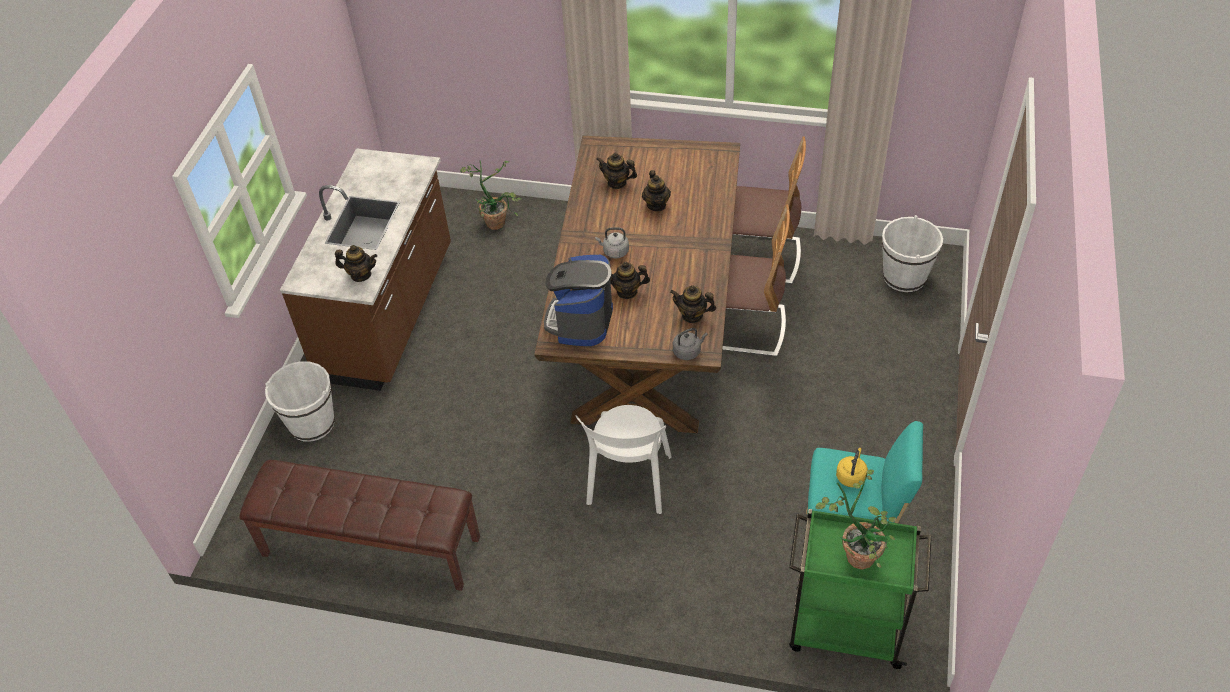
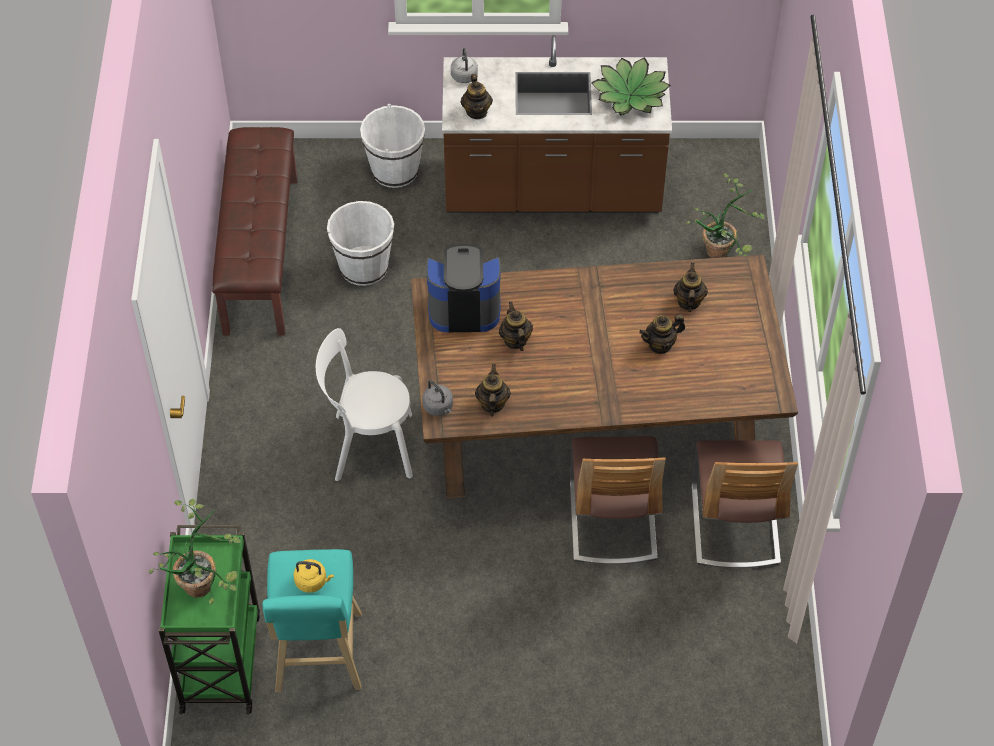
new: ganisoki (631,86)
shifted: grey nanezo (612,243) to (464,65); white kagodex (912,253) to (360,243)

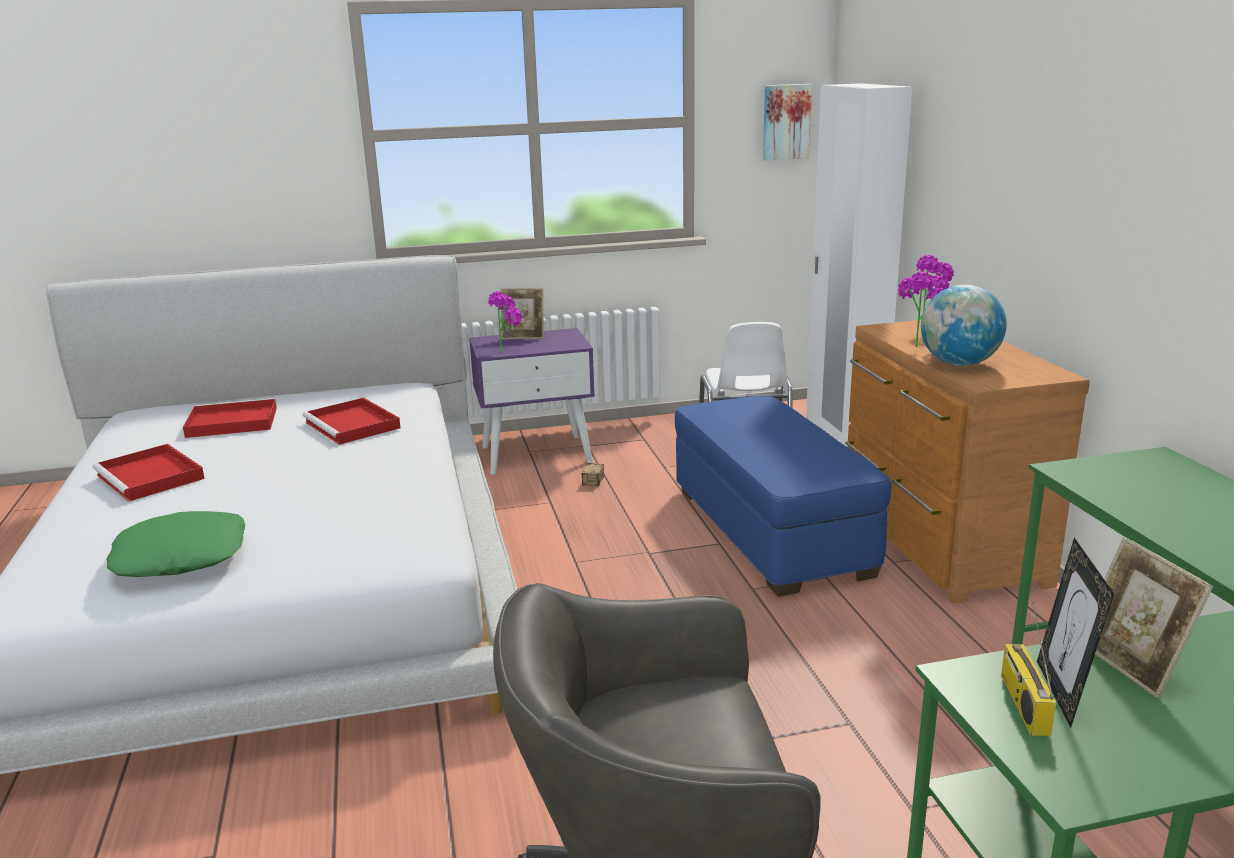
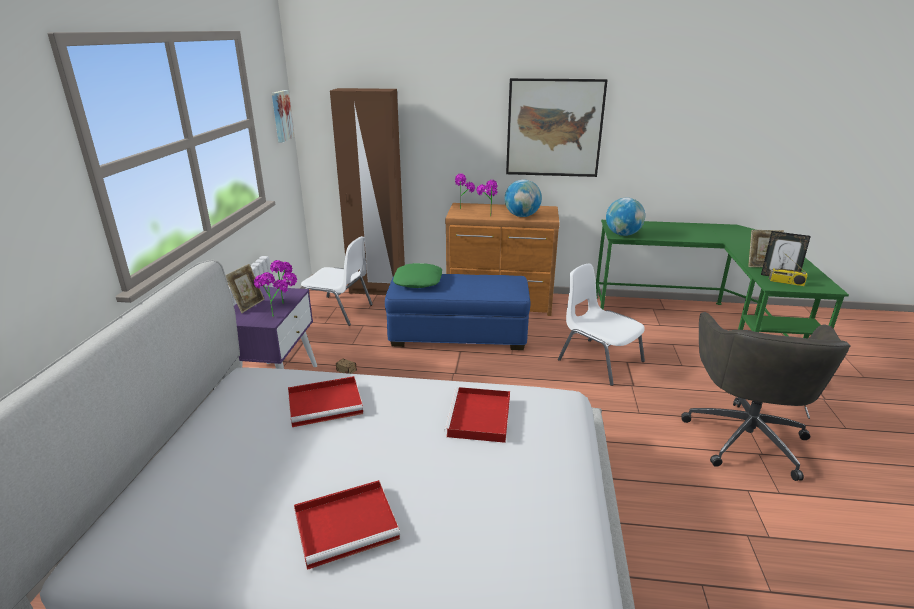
new: ganisoki (283,282); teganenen (557,127); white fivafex (601,325); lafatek (625,217)
shifted: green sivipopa (175,544) to (417,275); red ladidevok (230,418) to (477,415)
repainted: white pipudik (859,264) to brown pipudik (367,191)

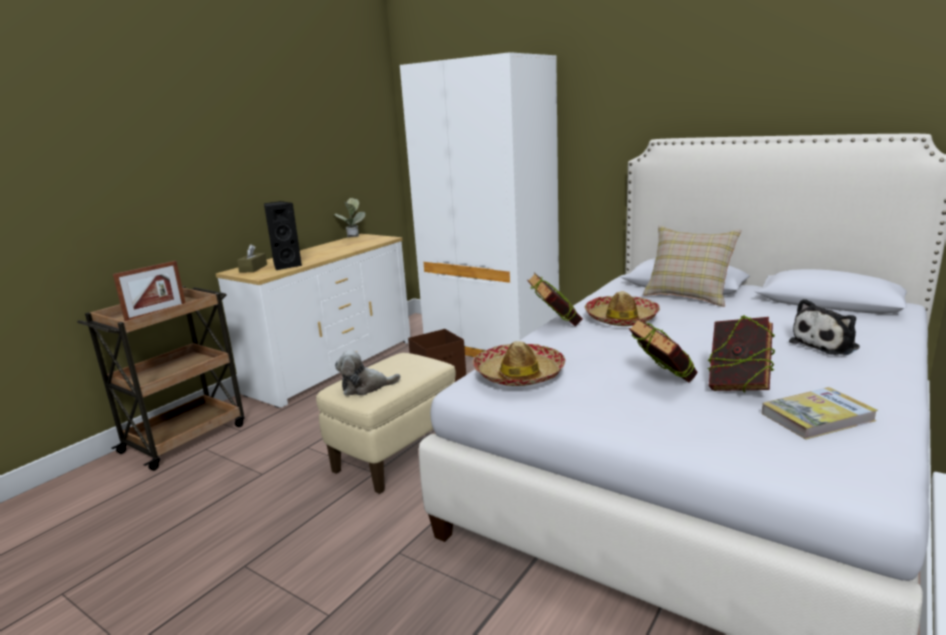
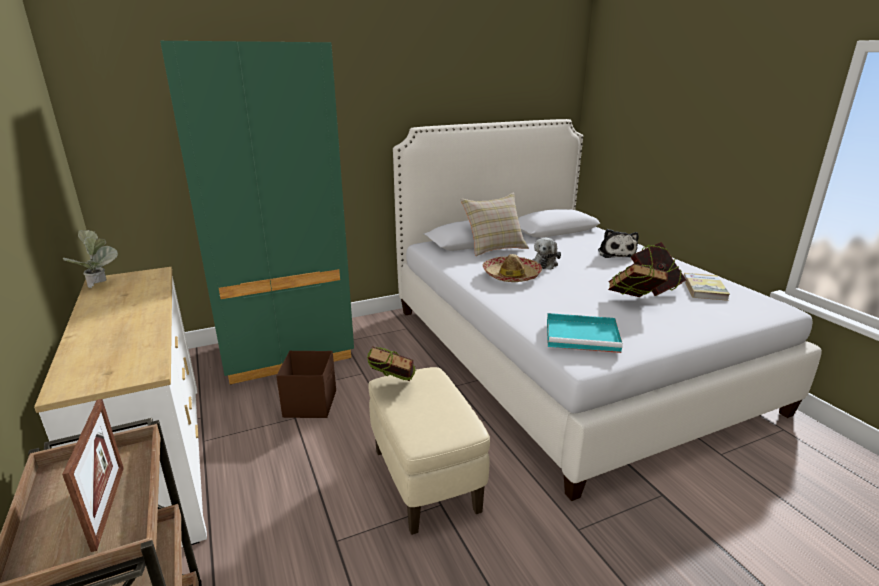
gone: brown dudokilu (252,258); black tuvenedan (283,235)
shifted: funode (368,373) to (546,253); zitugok (555,299) to (391,363)
swapped: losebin (519,363) to turquoise ladidevok (585,333)
repainted: white pipudik (479,204) to green pipudik (257,213)

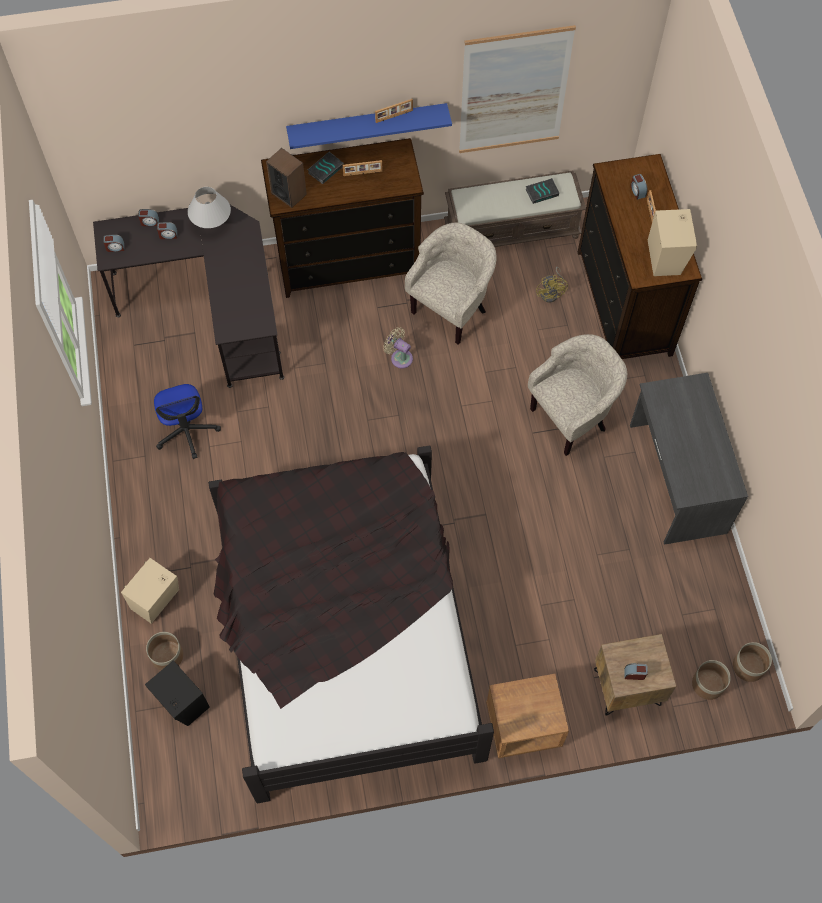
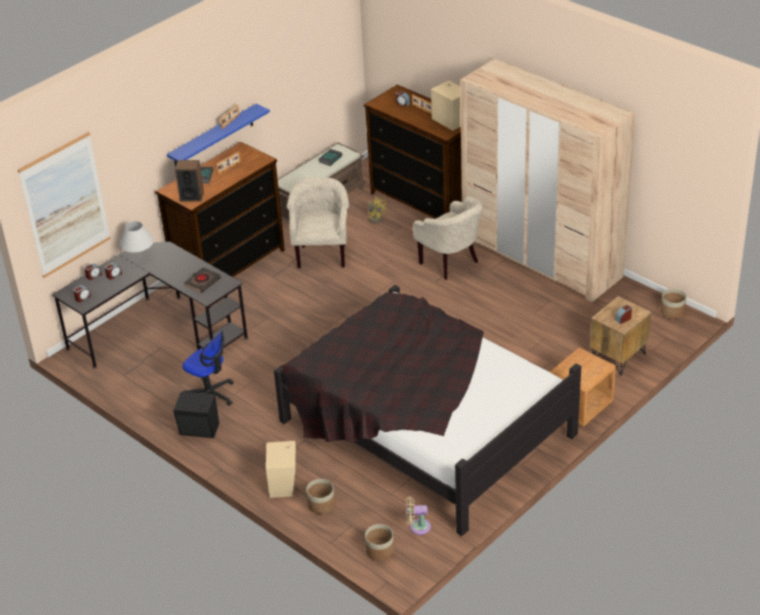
new: black zitugok (202,280)
shifted: black tuvenedan (177,693) to (196,414); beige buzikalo (398,347) to (418,516); teganenen (517,89) to (64,205); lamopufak (711,680) to (379,542)
swapped: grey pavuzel (689,459) to beige pipudik (547,180)
rotated: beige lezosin (577,395) = (448,238) 120 degrees clockwise

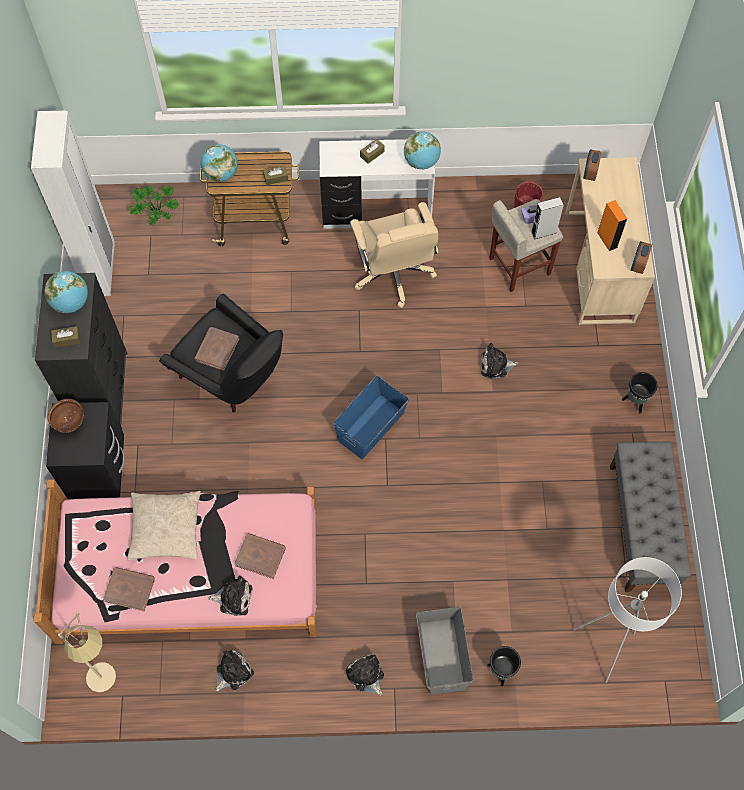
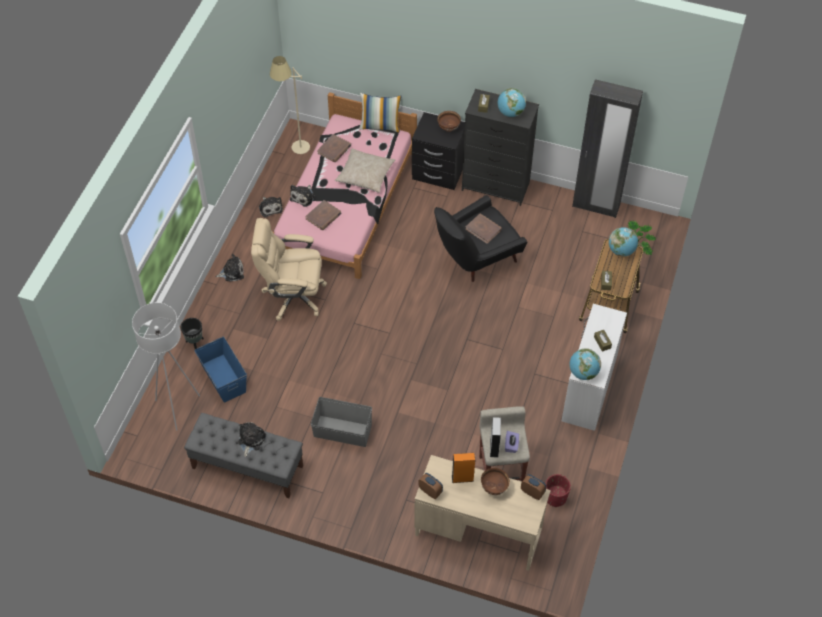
gone: black lamopufak (639,393)
new: sivipopa (380,112); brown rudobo (495,481)
shifted: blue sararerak (371,417) to (221,370); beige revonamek (394,255) to (289,269); grey sararerak (444,651) to (341,422); funode (499,361) to (252,439)
repainted: white pipudik (73,203) to black pipudik (607,148)

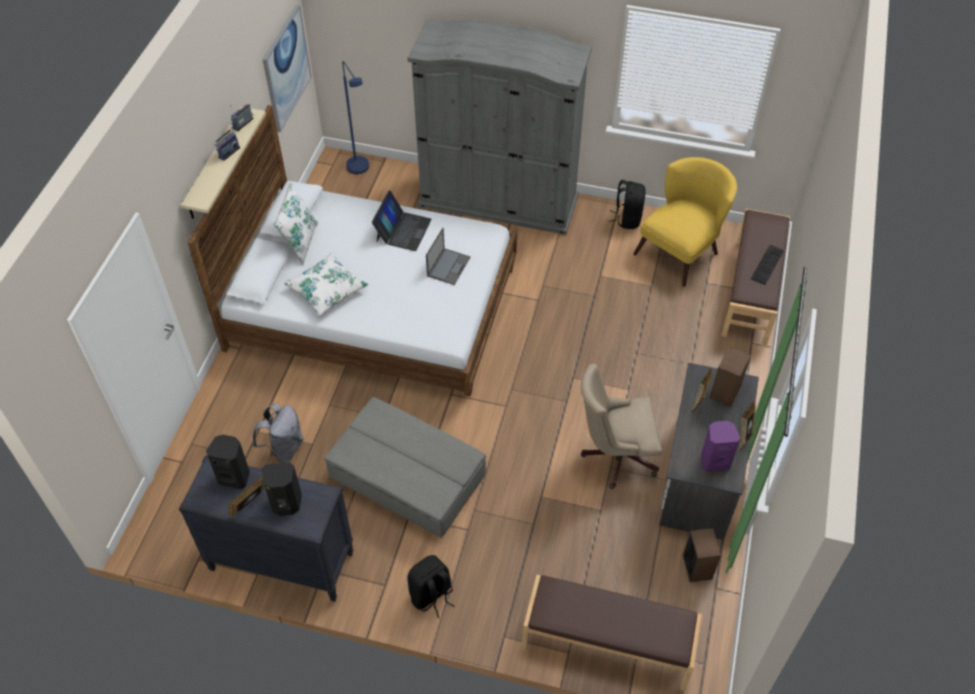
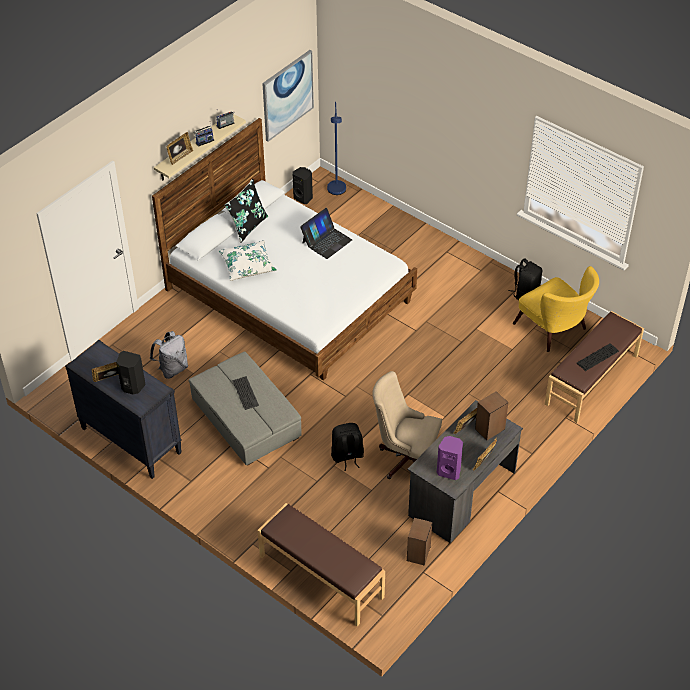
gone: grey pipudik (500,127); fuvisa (448,256)
new: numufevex (180,148); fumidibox (245,393)
shifted: black tuvenedan (228,462) to (302,185); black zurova (431,586) to (347,447)
repainted: white sivipopa (296,223) to black sivipopa (246,211)
rotated: yellow lezosin (685,222) = (556,309) 75 degrees clockwise

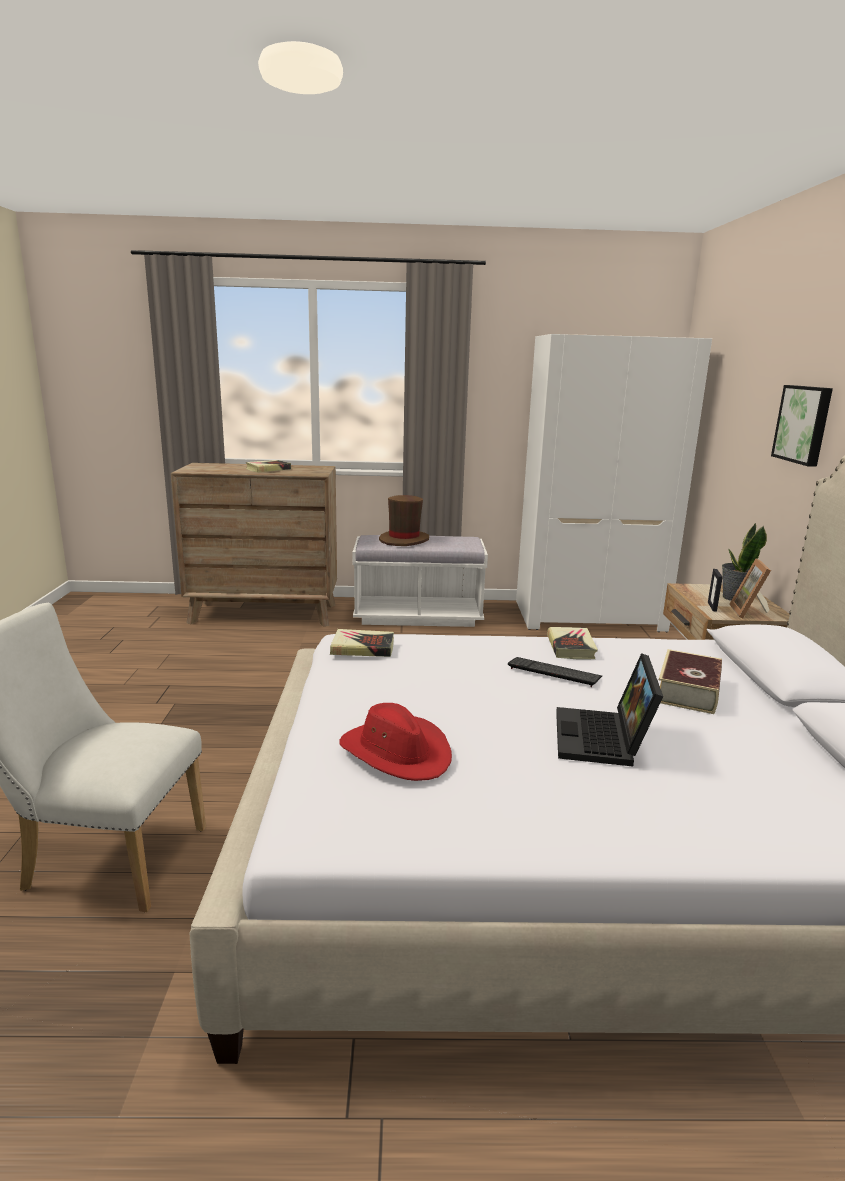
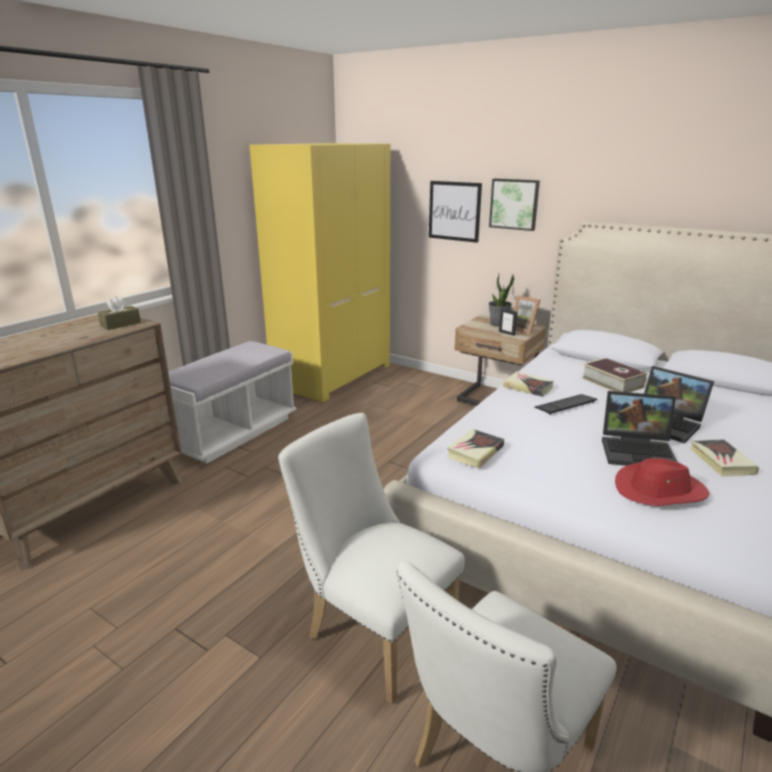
gone: brown losebin (404,520)
new: brown dudokilu (119,313); white fivafex (371,558); teganenen (455,212); fuvisa (639,428)
shifted: zitugok (268,466) to (724,457)
repainted: white pipudik (614,483) to yellow pipudik (319,273)

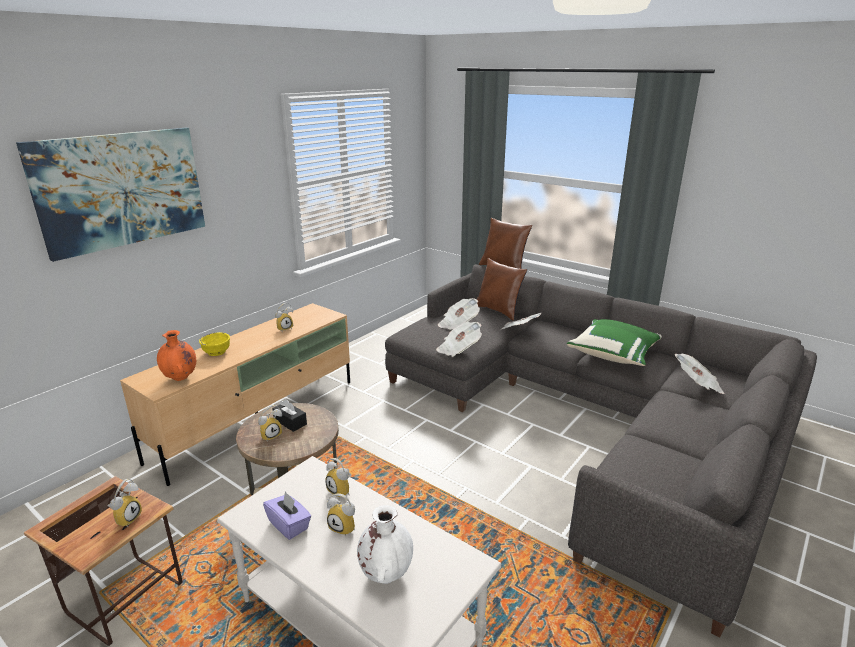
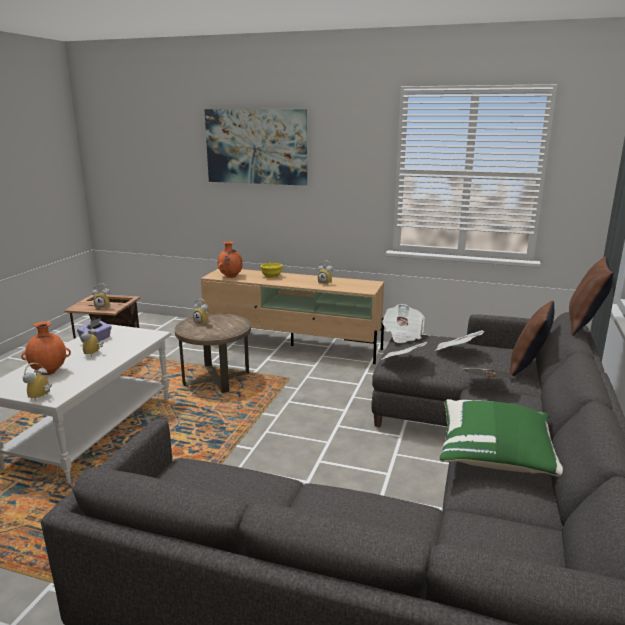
gone: black dudokilu (289,415)
shifted: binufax (338,478) to (37,382); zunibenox (700,373) to (403,323)
repainted: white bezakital (385,544) to orange bezakital (46,348)

